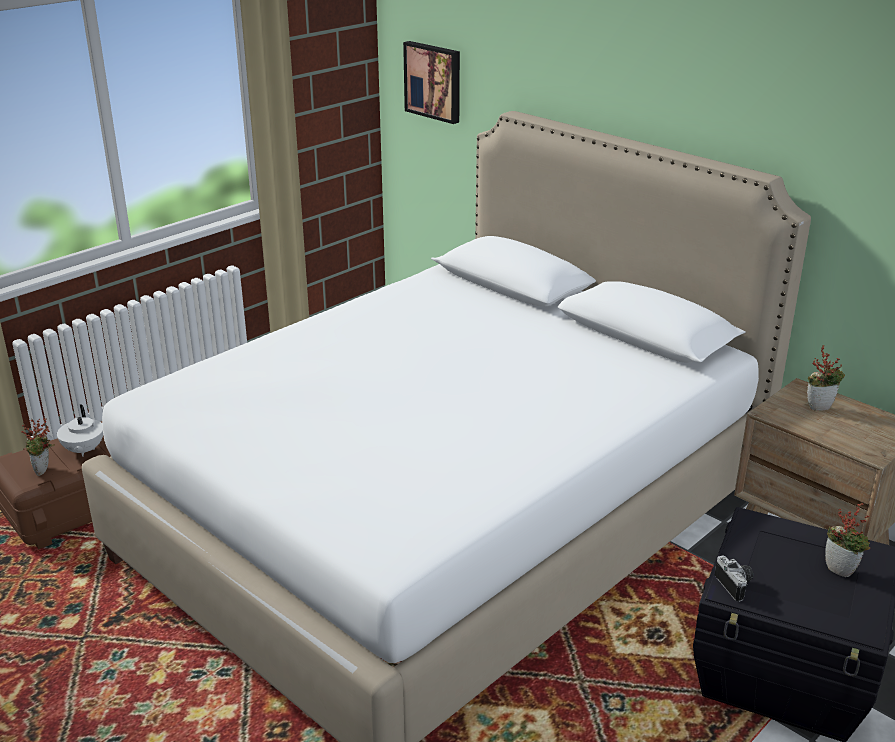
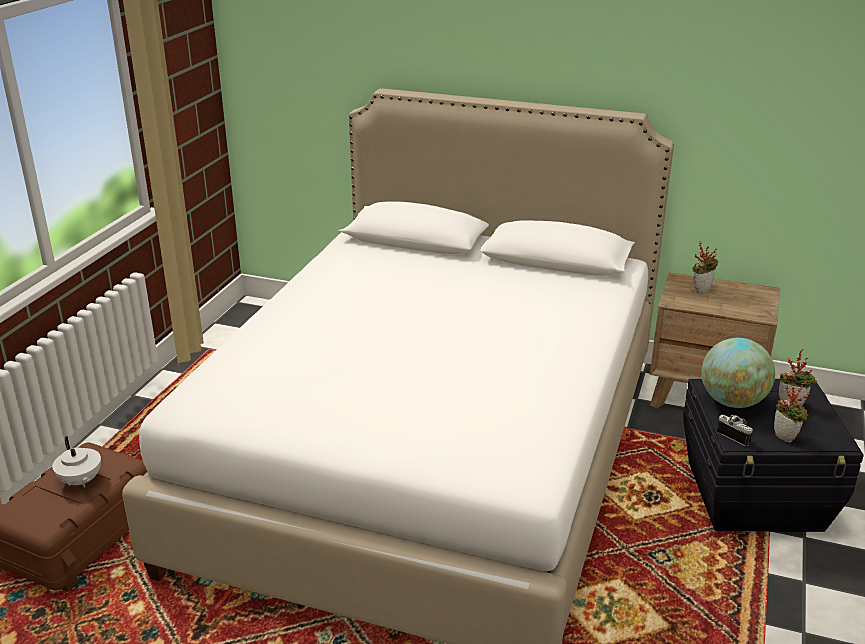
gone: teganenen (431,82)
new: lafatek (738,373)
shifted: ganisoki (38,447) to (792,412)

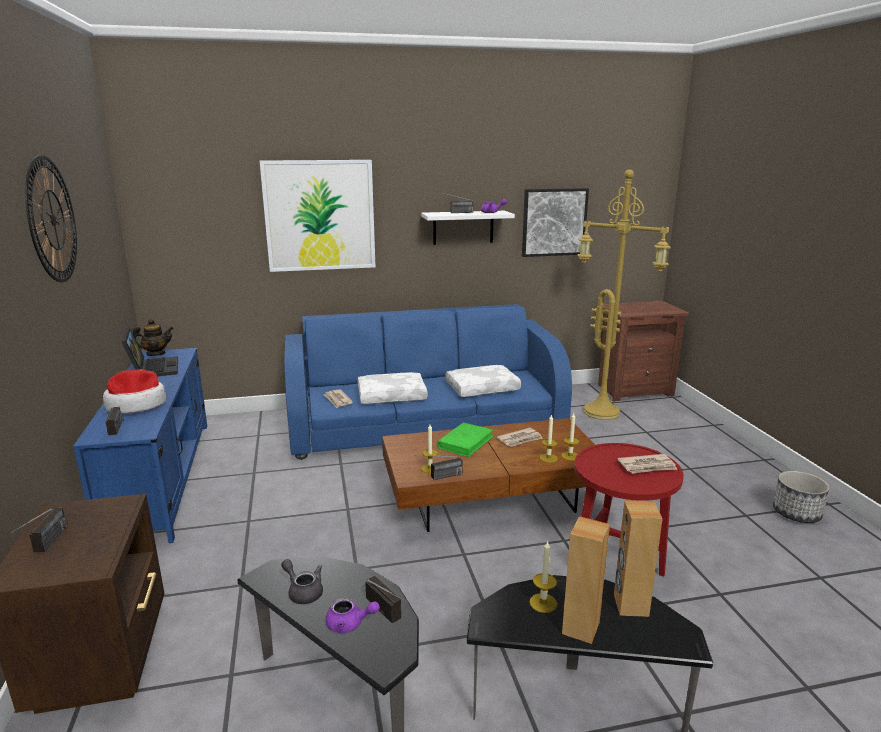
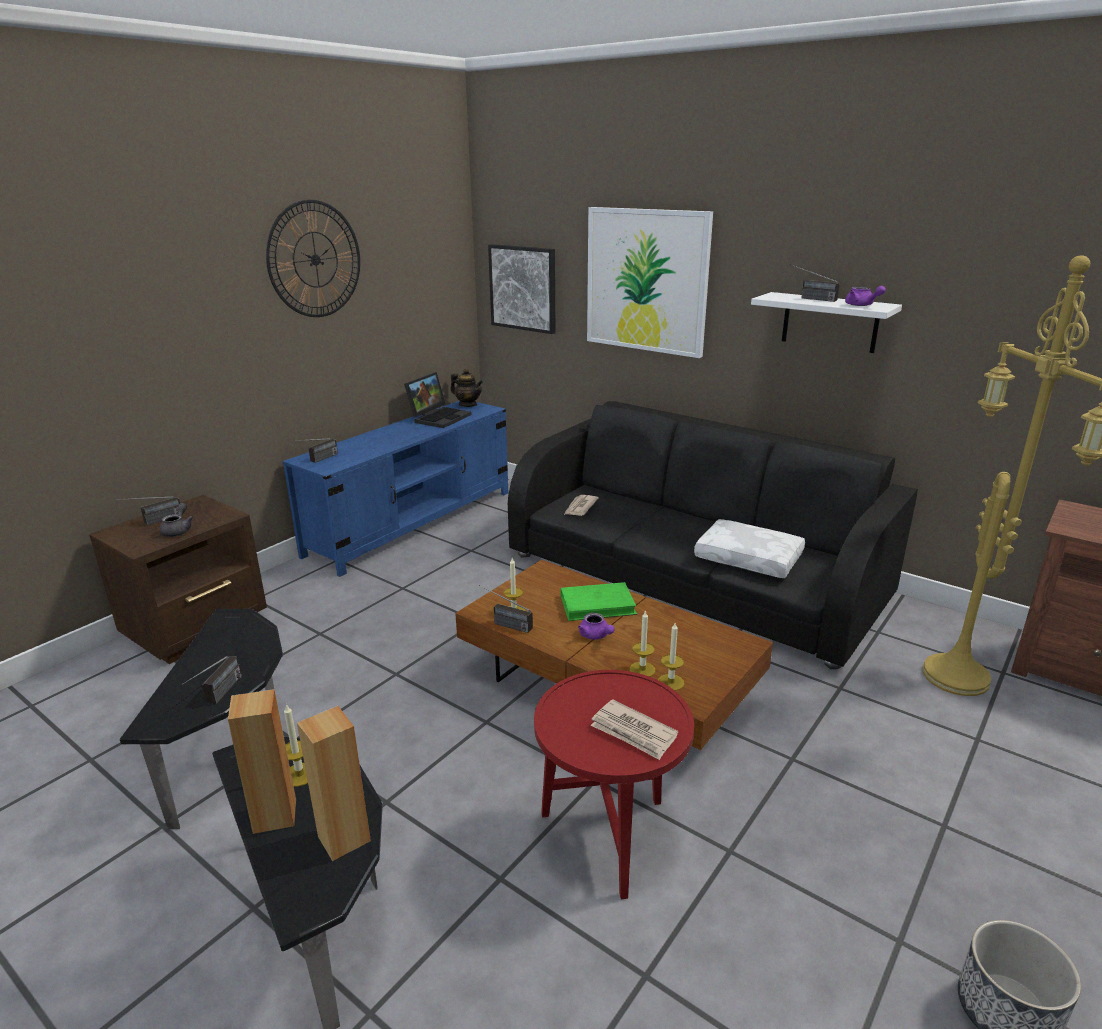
gone: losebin (134,391); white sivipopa (392,388); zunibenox (519,437)
shifted: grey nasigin (302,581) to (176,520); purple nasigin (353,615) to (596,626); teganenen (555,222) to (521,289)
repainted: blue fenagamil (428,382) to black fenagamil (713,535)

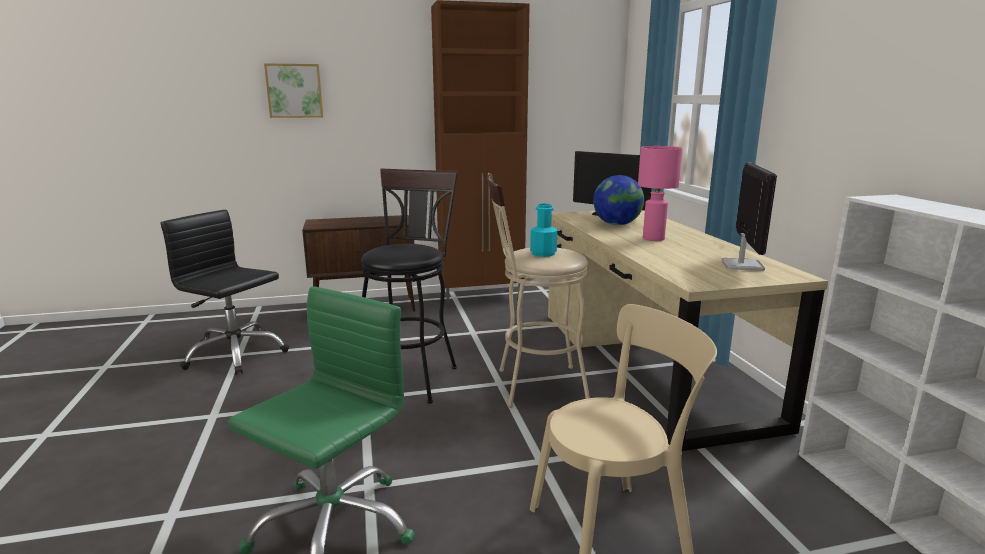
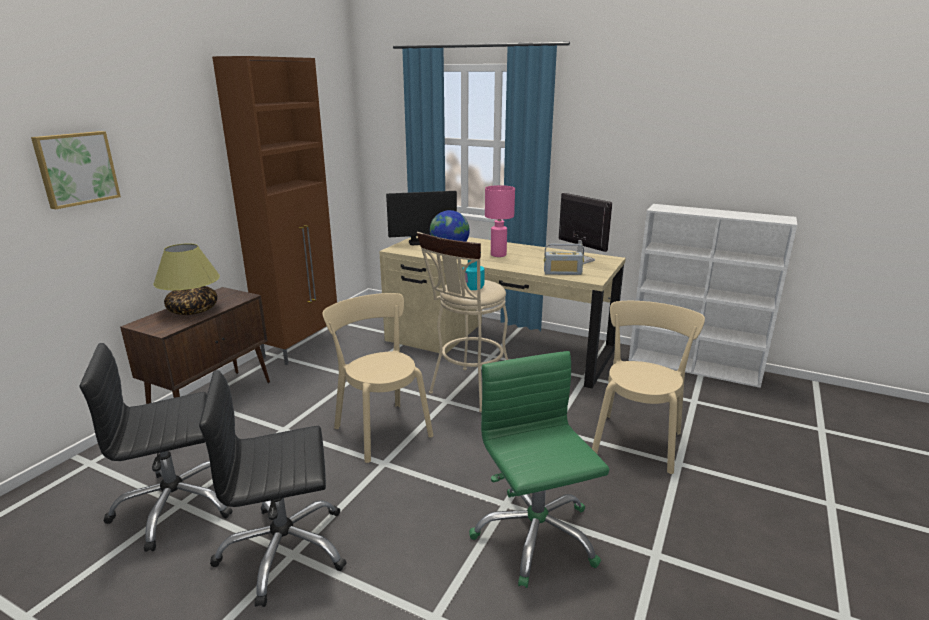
new: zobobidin (186,279); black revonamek (273,488); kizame (564,259)
swapped: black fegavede (409,286) to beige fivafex (378,378)

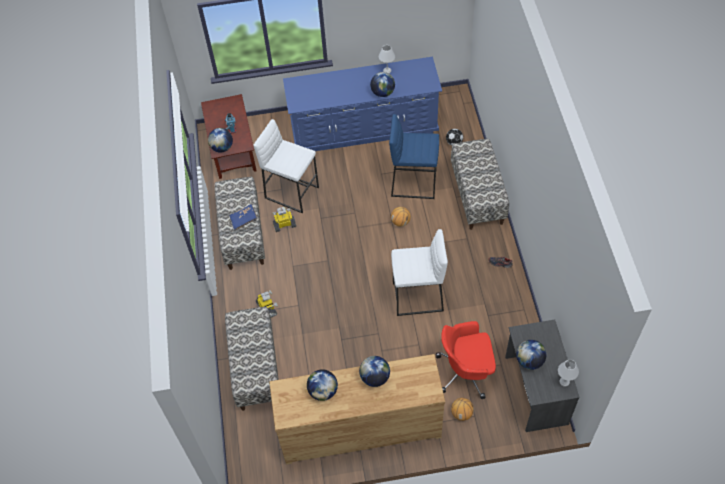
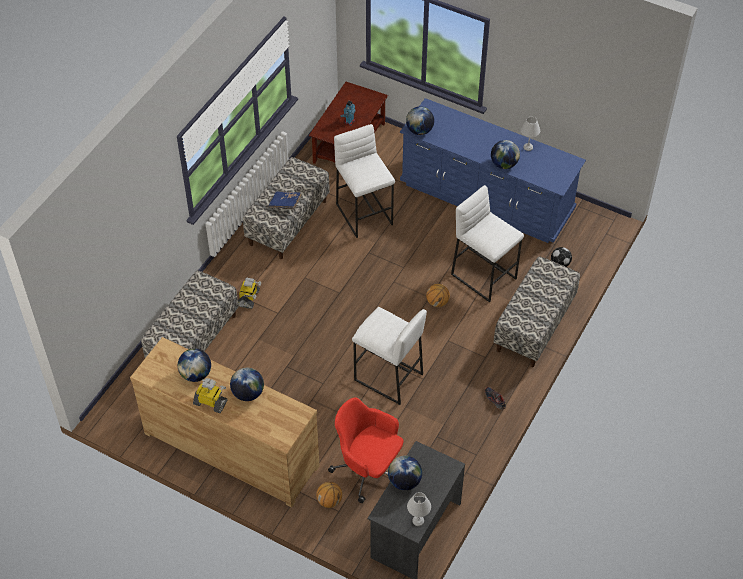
shifted: lafatek (220,140) to (420,121); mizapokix (284,219) to (210,395)
repainted: blue fegavede (414,156) to white fegavede (487,244)

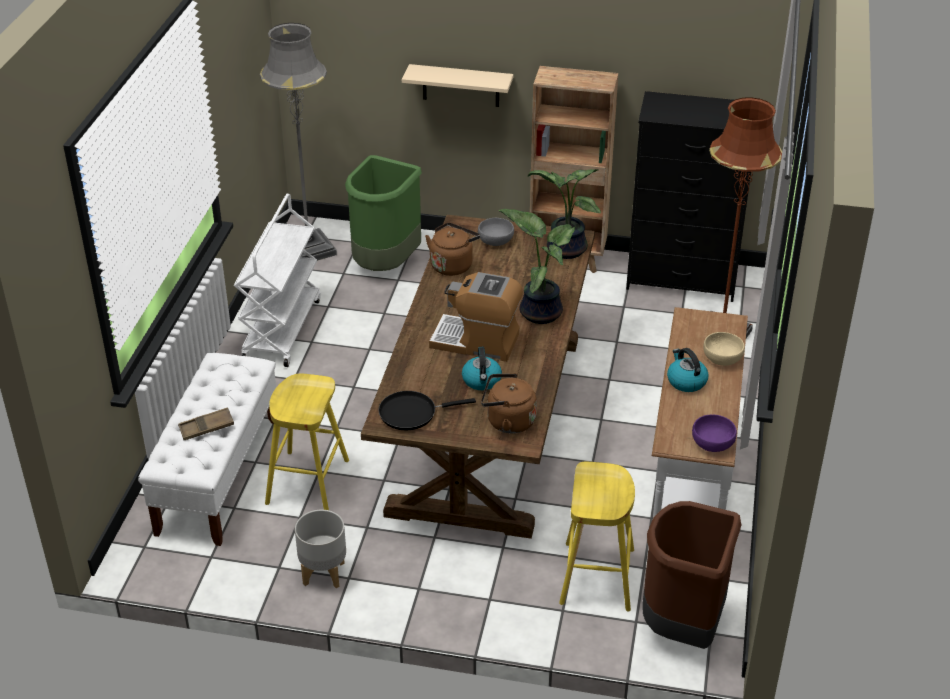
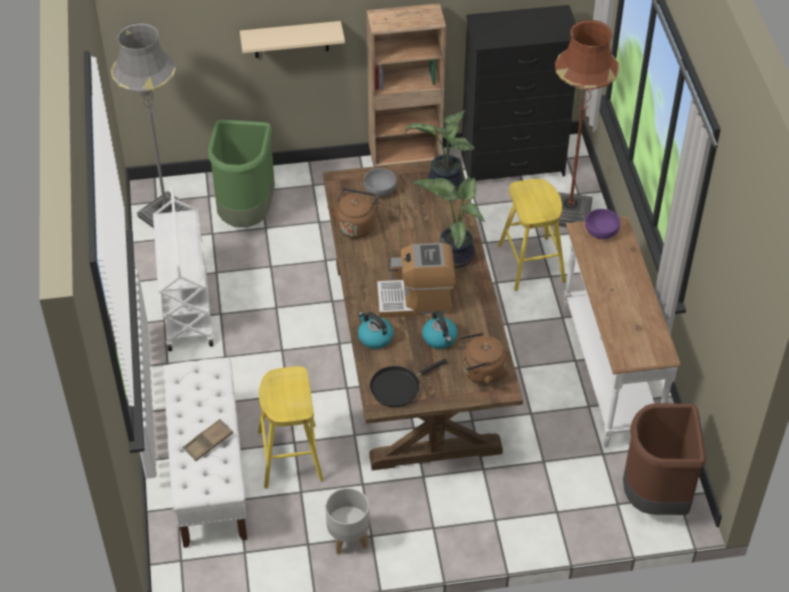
gone: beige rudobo (724,349)
shifted: yellow fegavede (597,536) to (532,235); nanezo (688,370) to (376,330); purple rudobo (714,433) to (602,224)

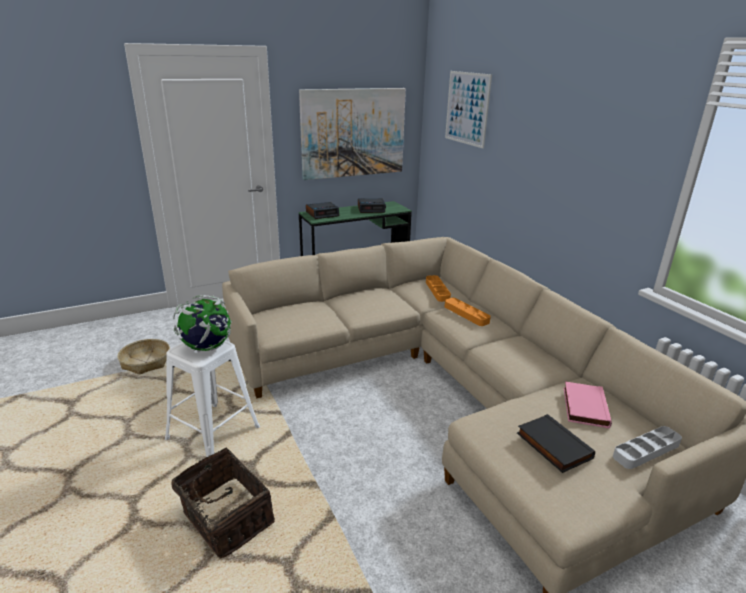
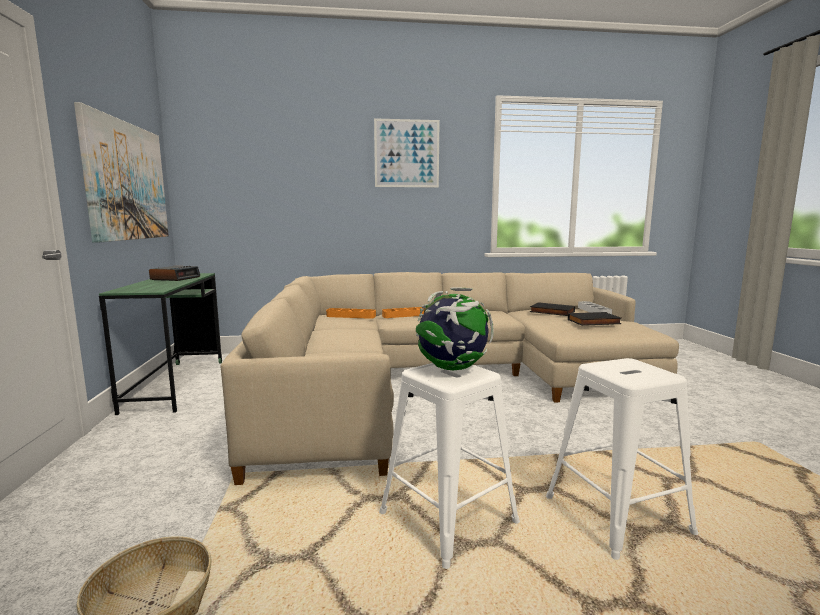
gone: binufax (322,210)
shifted: teganenen (468,109) to (407,153)
swapped: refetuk (223,502) to white fegavede (622,459)
repainted: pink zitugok (587,404) to black zitugok (552,309)

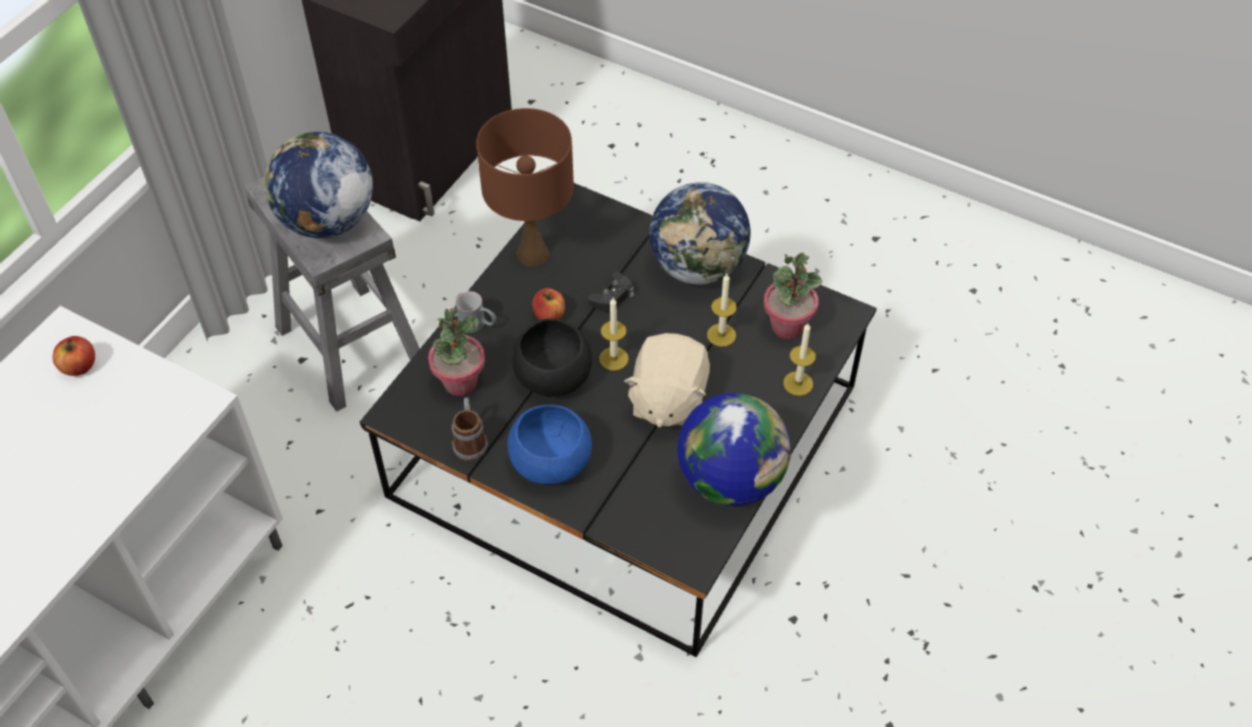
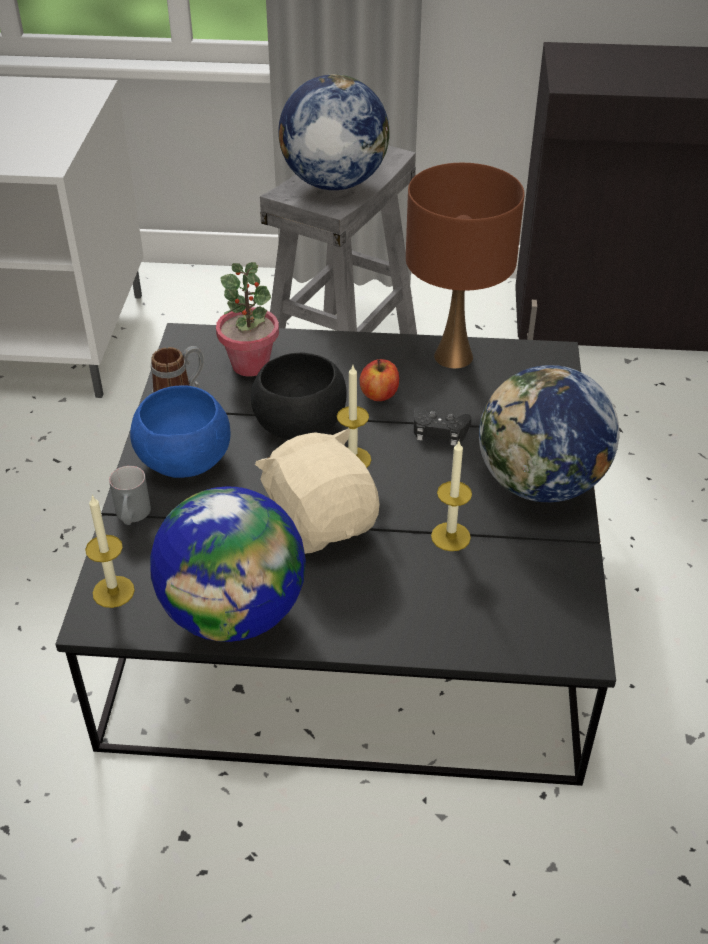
gone: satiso (74,356); ganisoki (793,296)
shifted: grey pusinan (475,312) to (130,495); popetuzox (799,359) to (110,551)
rotated: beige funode (667,380) = (317,491) 75 degrees clockwise

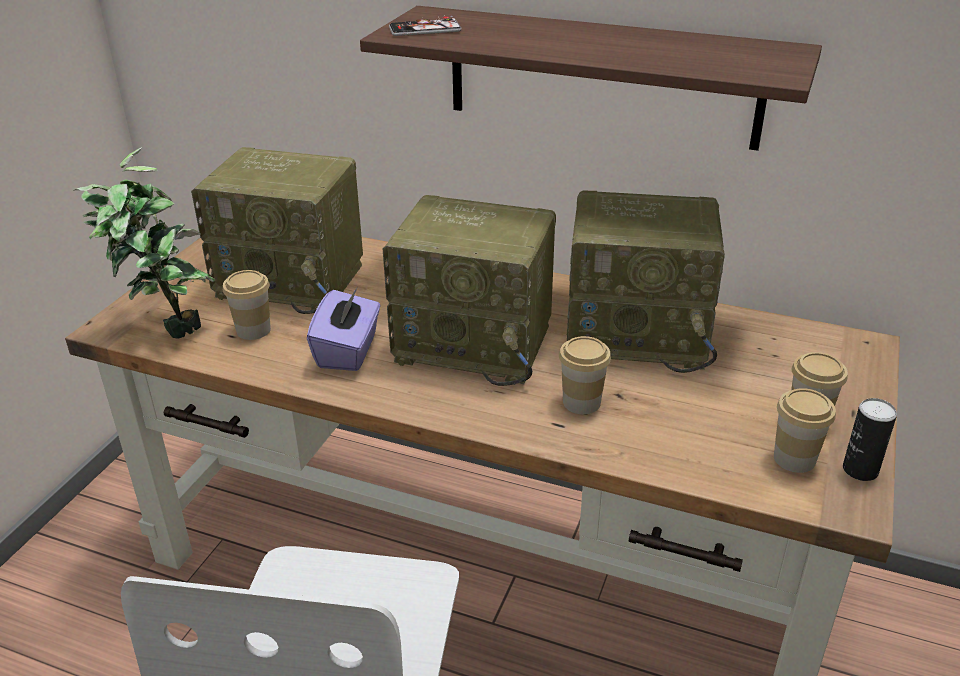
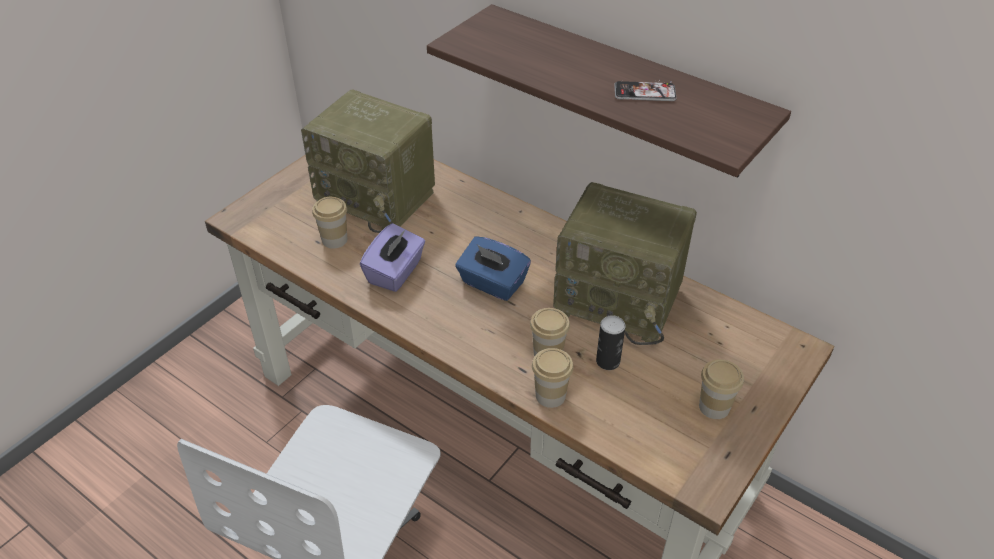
gone: ganisoki (144,243)
shifted: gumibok (425,25) to (645,90); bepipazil (805,430) to (552,378); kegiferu (870,439) to (610,342)
swapped: kizame (469,290) to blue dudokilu (493,268)

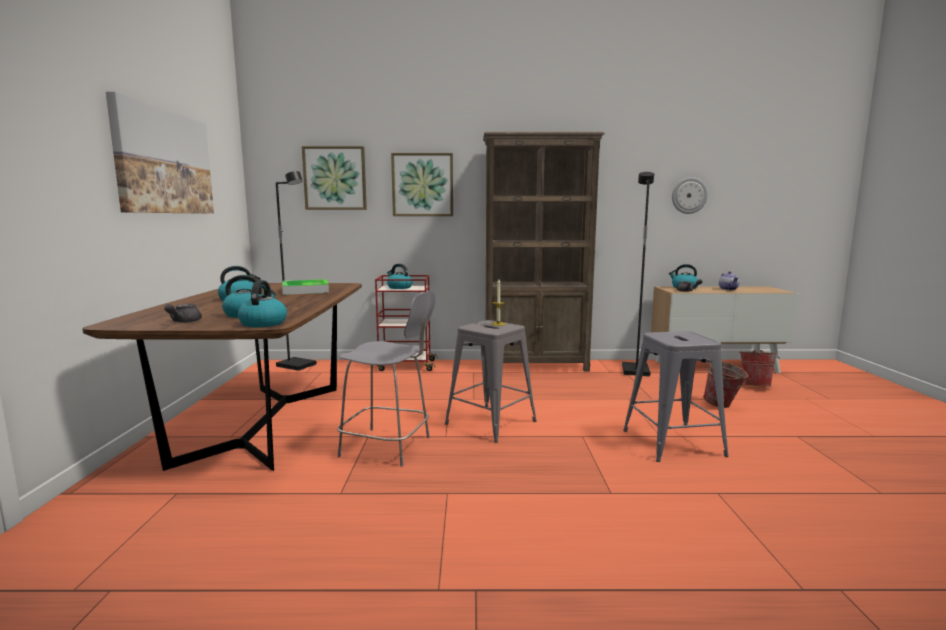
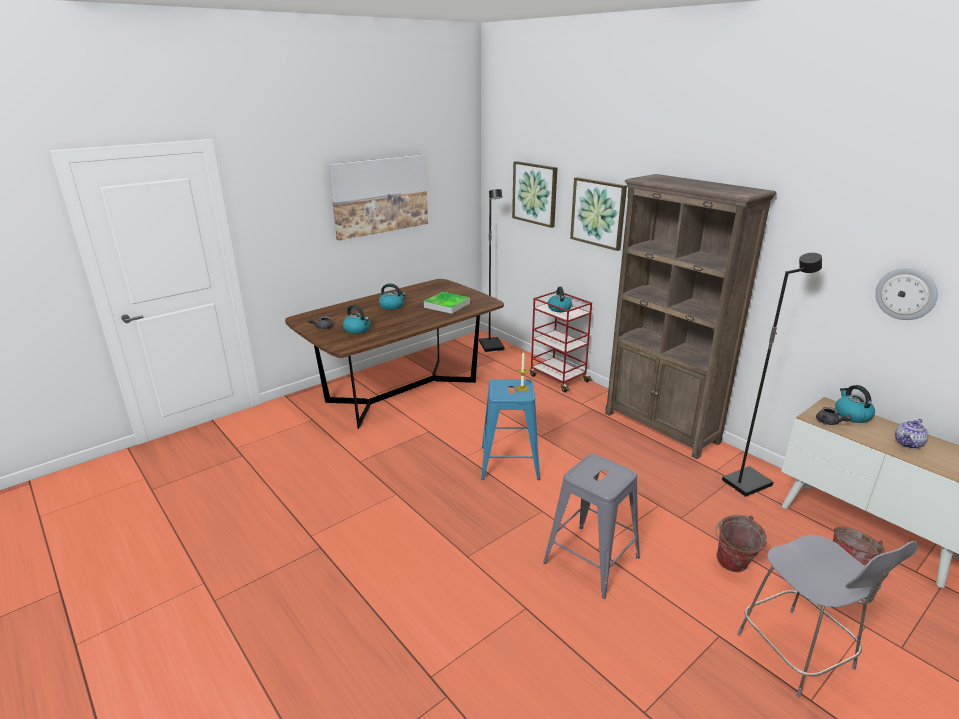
gone: nanezo (262,303)
shifted: grey fivafex (386,379) to (828,616)
repainted: grey fegavede (491,381) to blue fegavede (510,429)

